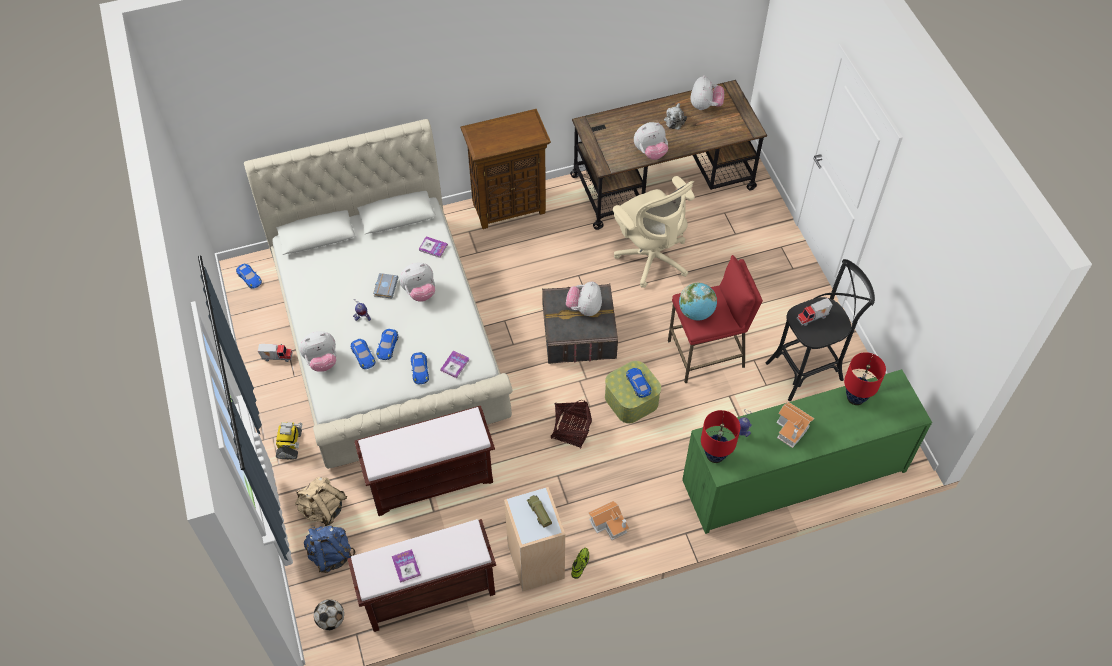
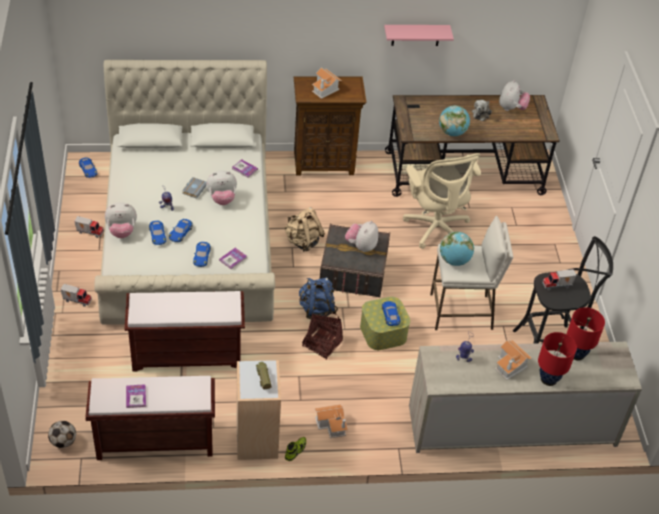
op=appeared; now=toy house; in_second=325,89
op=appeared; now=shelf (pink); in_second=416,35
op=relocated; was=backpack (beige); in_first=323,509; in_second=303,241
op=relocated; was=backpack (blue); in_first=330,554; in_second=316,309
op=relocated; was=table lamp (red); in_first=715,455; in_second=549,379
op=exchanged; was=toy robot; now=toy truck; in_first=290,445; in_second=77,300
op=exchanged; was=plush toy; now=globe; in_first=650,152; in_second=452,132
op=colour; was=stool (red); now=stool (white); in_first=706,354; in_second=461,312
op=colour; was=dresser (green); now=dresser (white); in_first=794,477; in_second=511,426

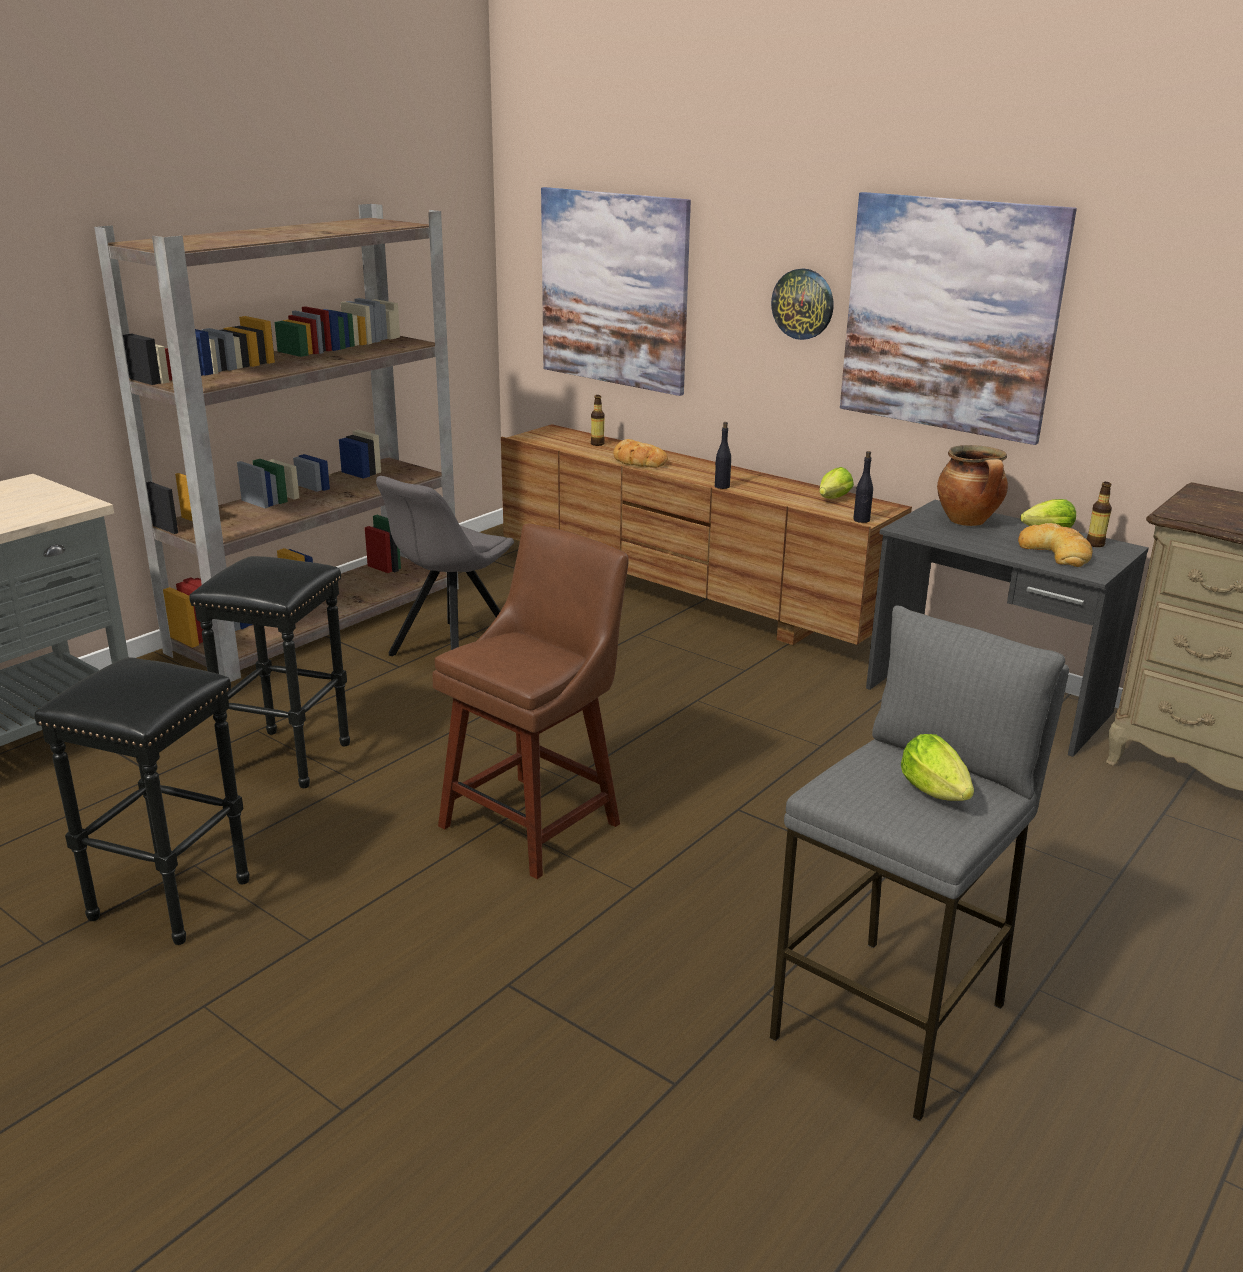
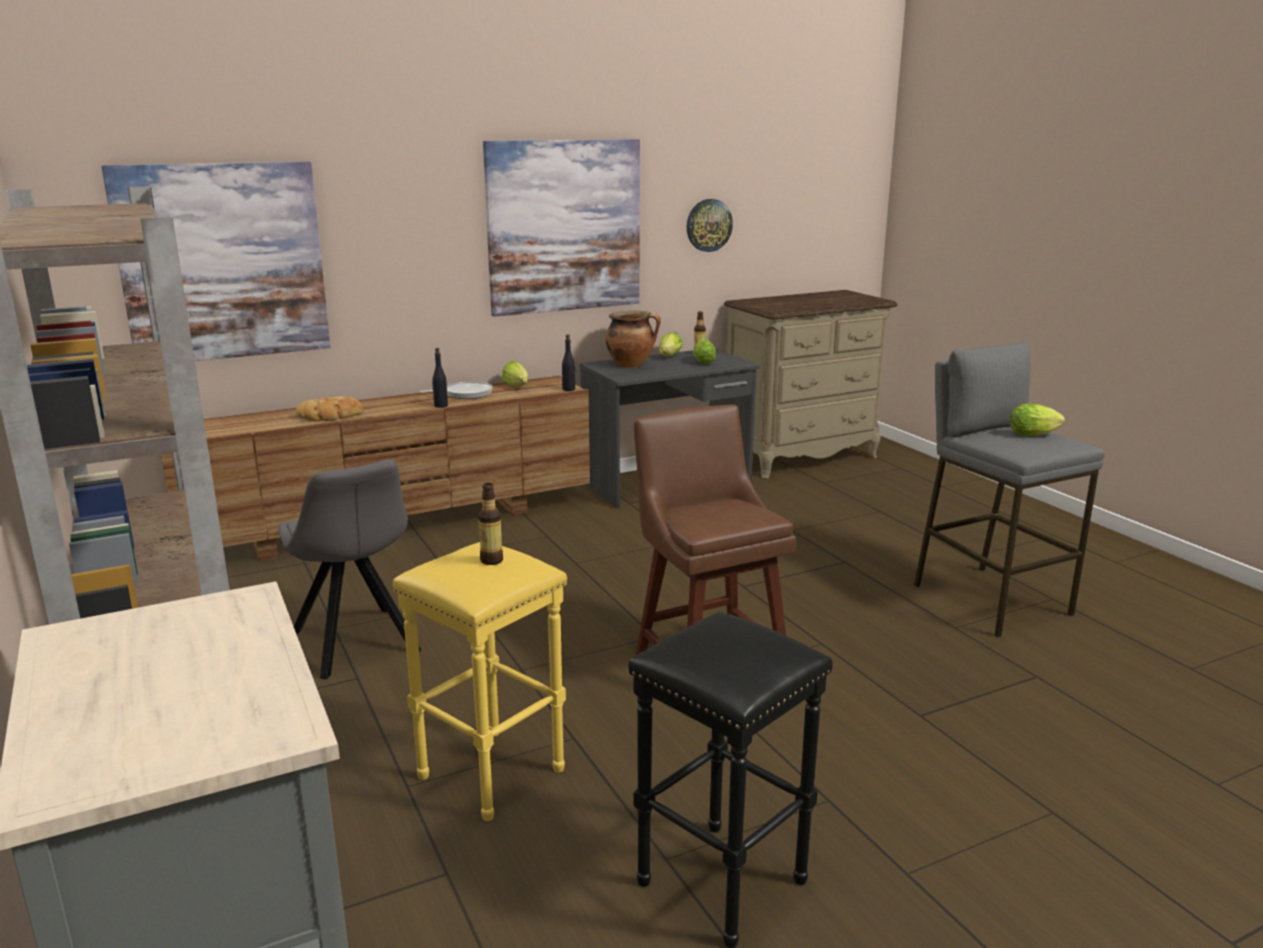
op=appeared; now=frying pan; in_second=465,394
op=relocated; was=bottle; in_first=597,444; in_second=491,560
op=relocated; was=wall clock; in_first=803,304; in_second=708,225
op=exchanged; was=bread; now=lettuce; in_first=1056,552; in_second=703,362
op=colour; was=stool (black); now=stool (yellow); in_first=288,759; in_second=495,772

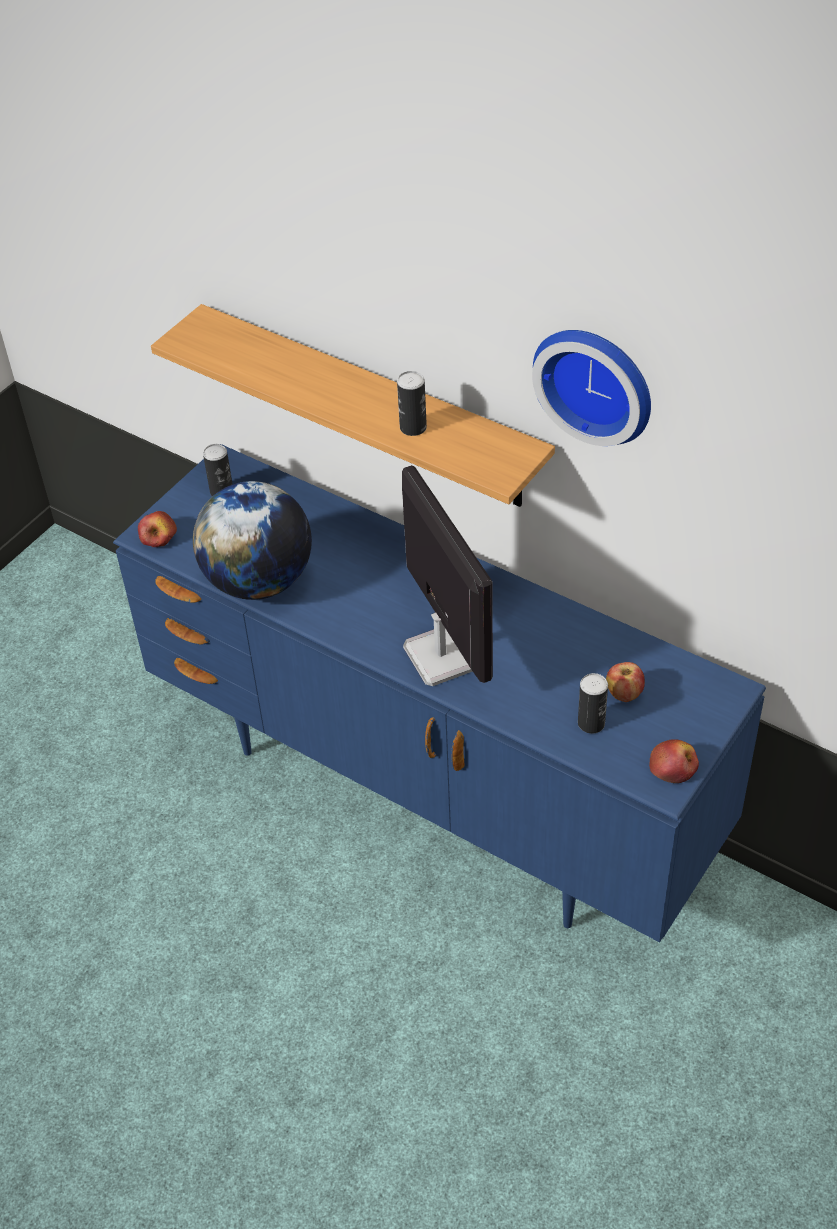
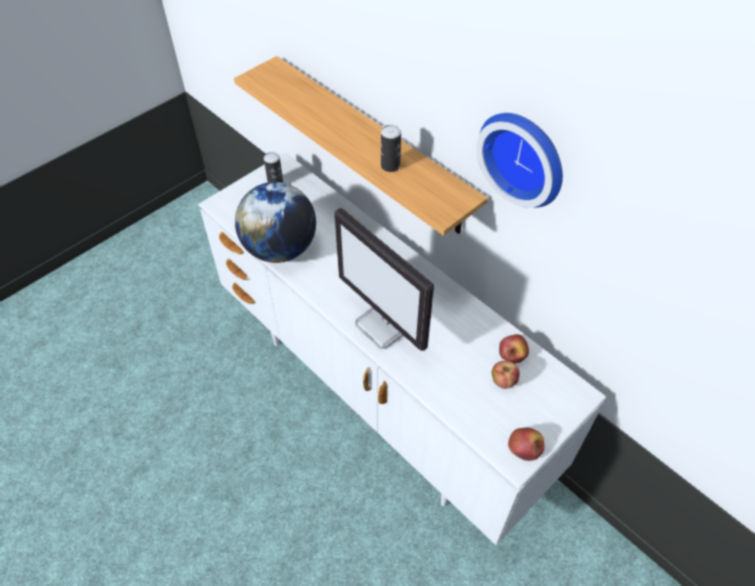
op=missing; was=can; in_first=591,723
op=relocated; was=apple; in_first=159,537; in_second=512,352
op=colour; was=dresser (blue); now=dresser (white); in_first=430,796; in_second=379,396
op=spun; was=monitor; in_first=442,654; in_second=385,325; clockwise=150

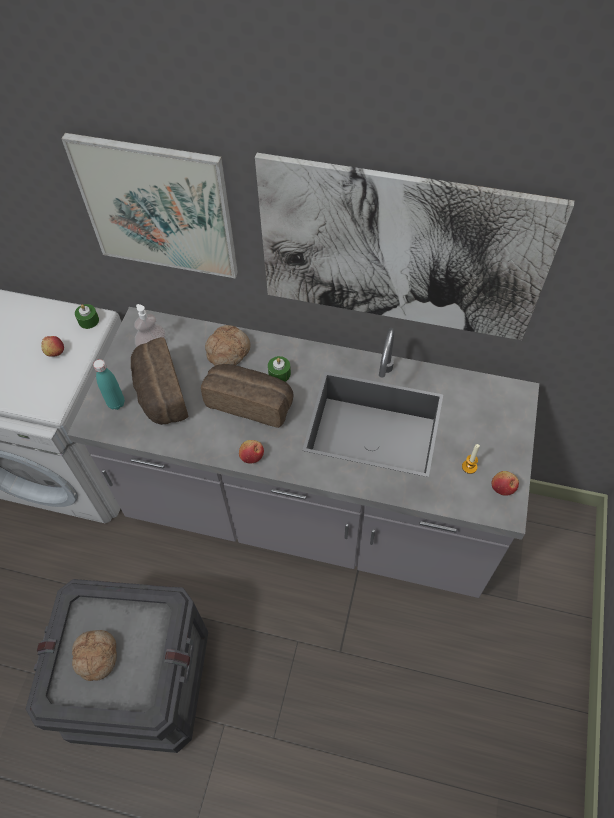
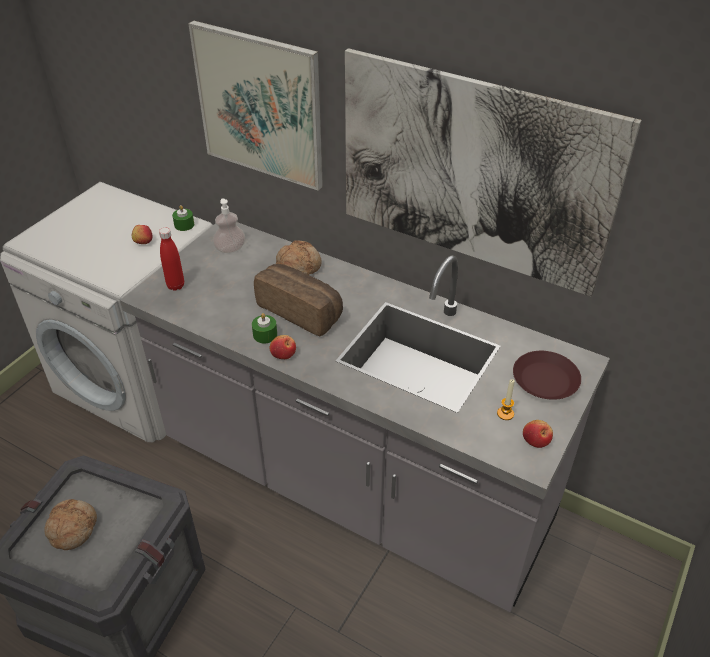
op=missing; was=bread; in_first=159,393
op=appeared; now=plate (brown); in_second=545,380
op=relocated; was=candle (green); in_first=279,373; in_second=265,335
op=colour; was=bottle (turquoise); now=bottle (red); in_first=116,403; in_second=176,285

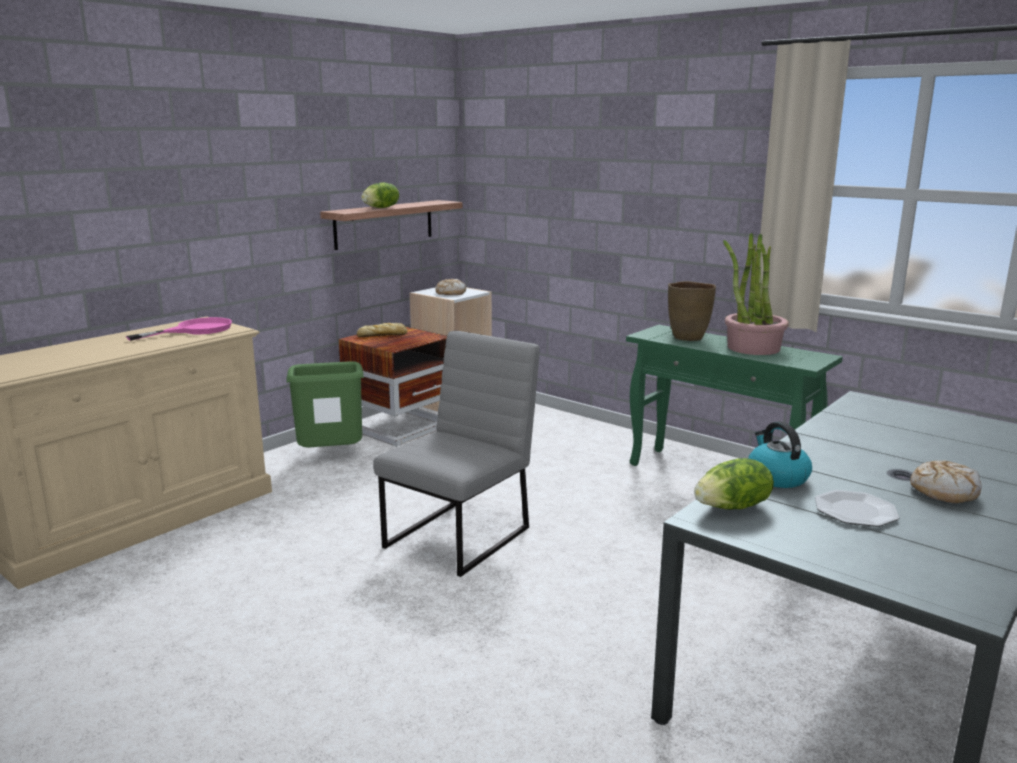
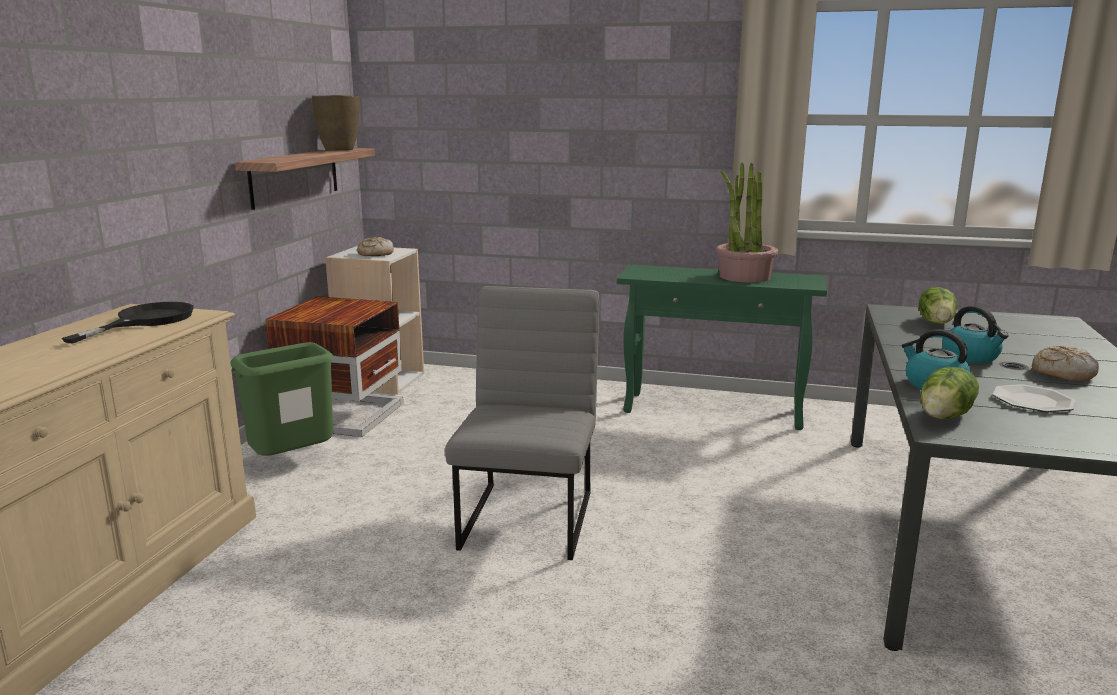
op=missing; was=bread; in_first=383,335
op=appeared; now=kettle; in_second=971,357
op=relocated; was=lettuce; in_first=381,208; in_second=937,322
op=relocated; was=vase (brown); in_first=687,338; in_second=339,150
op=colour; was=frying pan (pink); now=frying pan (black); in_first=195,330; in_second=145,321

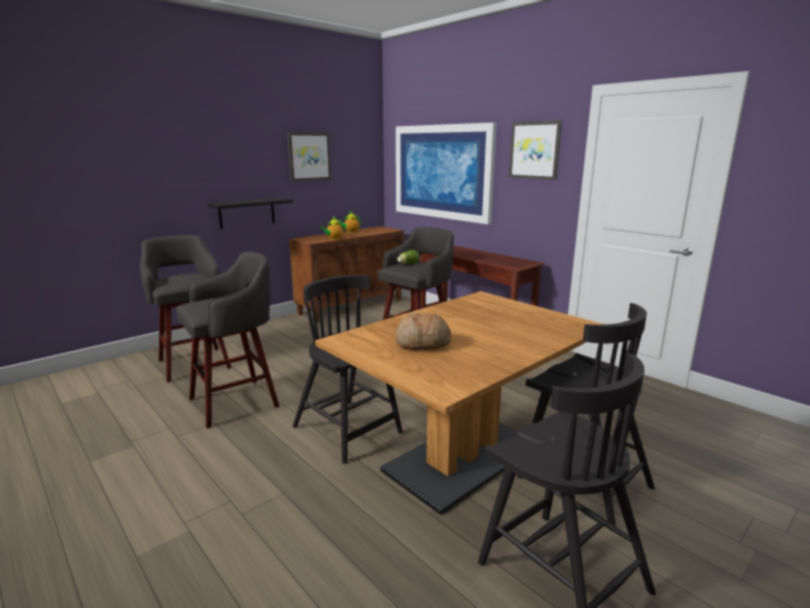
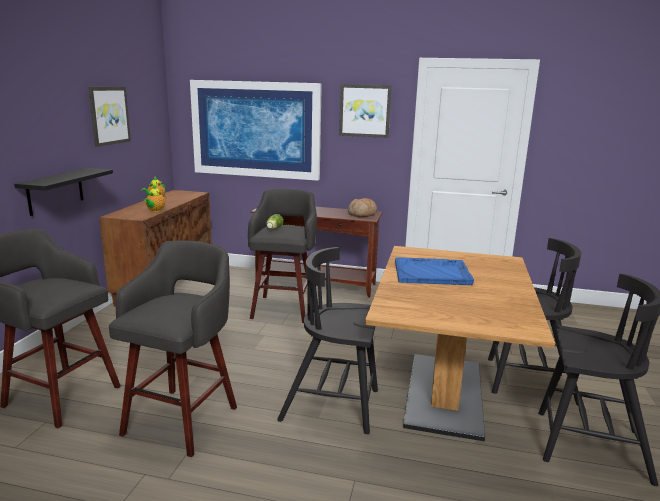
op=appeared; now=tray (blue); in_second=432,273
op=relocated; was=bread; in_first=422,343; in_second=362,214

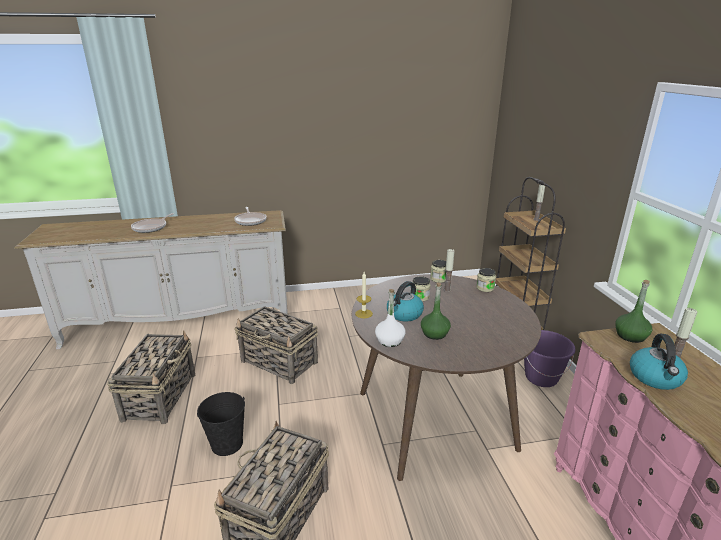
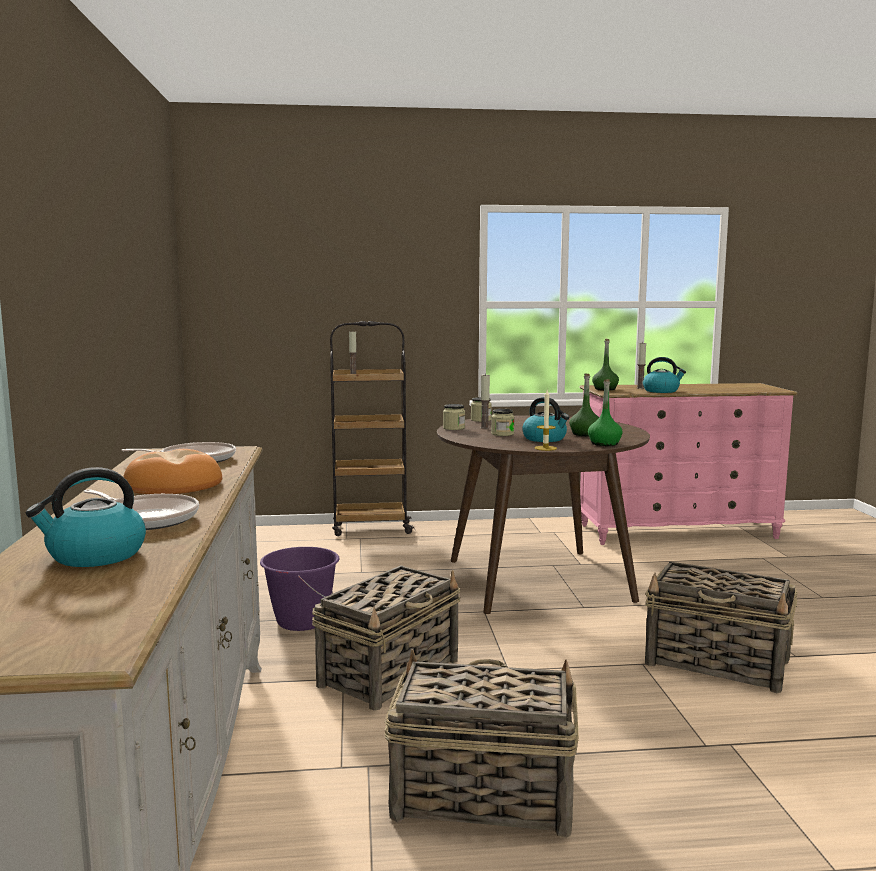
op=missing; was=bucket (black); in_first=227,444
op=appeared; now=kettle; in_second=95,555
op=appeared; now=bread; in_second=174,485
op=relocated; was=bucket (purple); in_first=541,377; in_second=301,621
op=colour; was=bottle (white); now=bottle (green); in_first=390,340; in_second=604,443

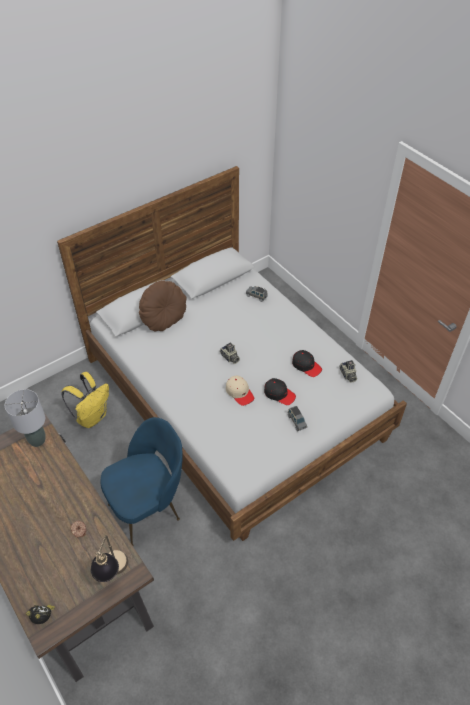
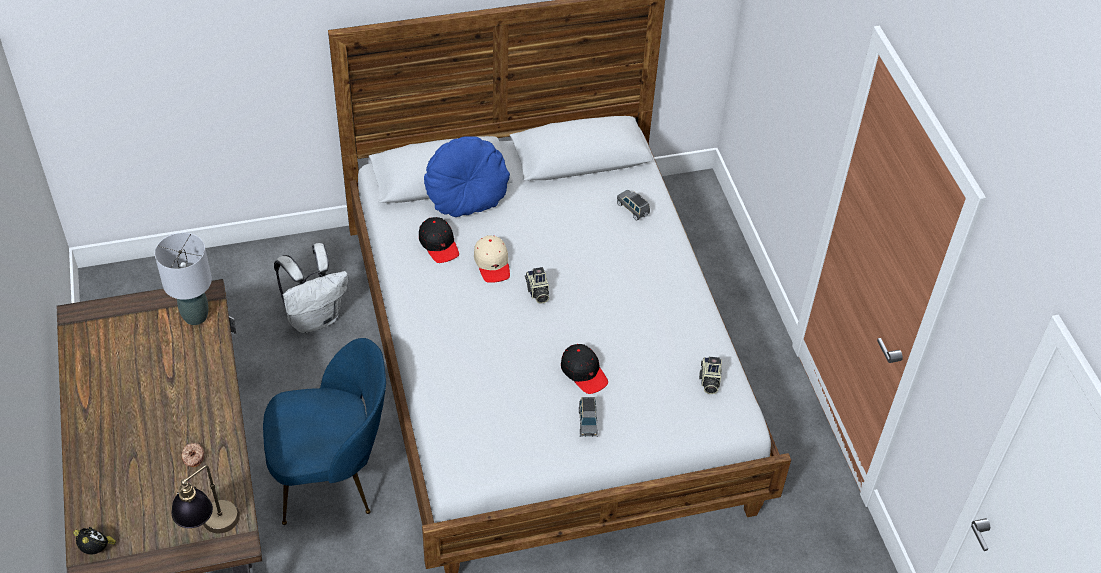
op=relocated; was=cap (beige); in_first=239,392; in_second=492,263
op=relocated; was=cap (black); in_first=306,366; in_second=439,244
op=colour; was=backpack (yellow); now=backpack (white); in_first=92,416; in_second=315,318
op=colour; was=pillow (brown); now=pillow (blue); in_first=164,321; in_second=467,203

